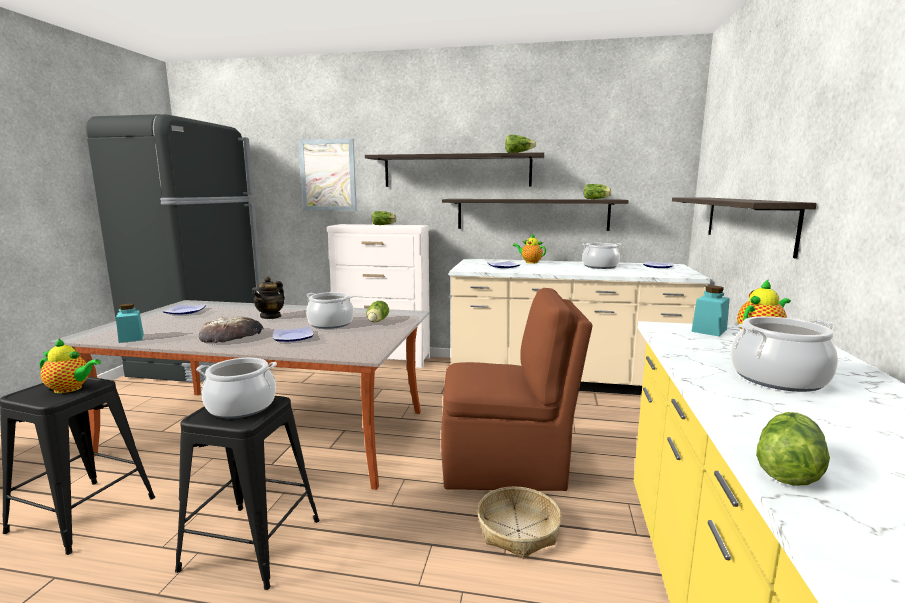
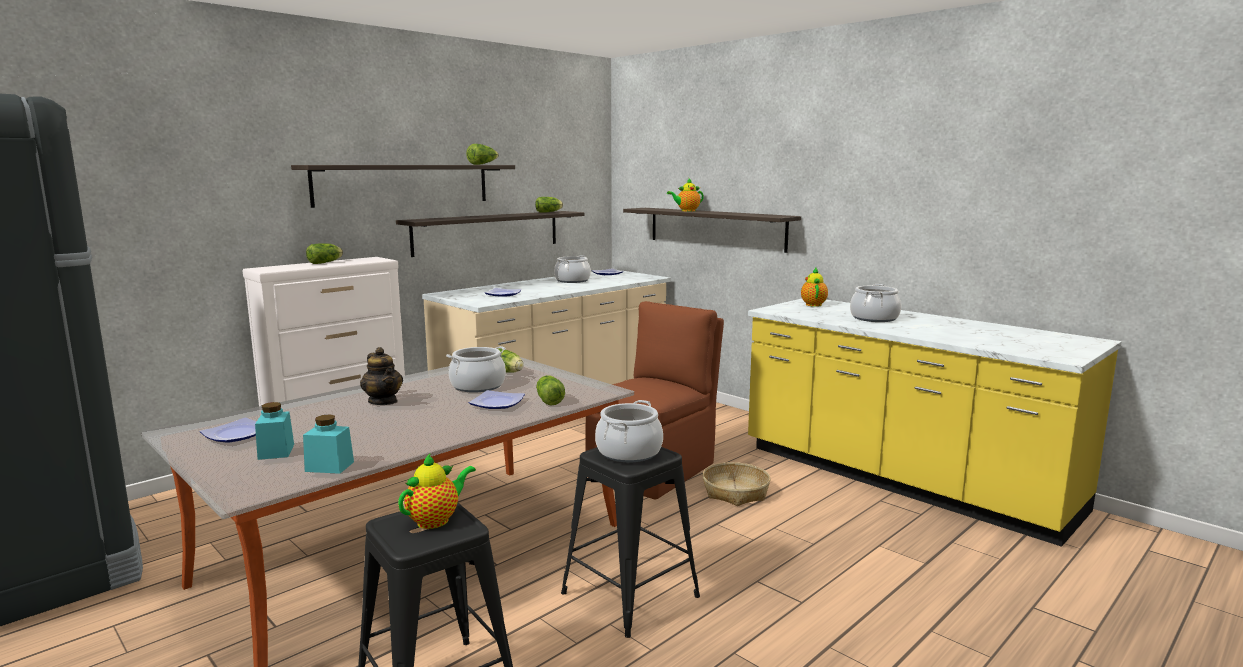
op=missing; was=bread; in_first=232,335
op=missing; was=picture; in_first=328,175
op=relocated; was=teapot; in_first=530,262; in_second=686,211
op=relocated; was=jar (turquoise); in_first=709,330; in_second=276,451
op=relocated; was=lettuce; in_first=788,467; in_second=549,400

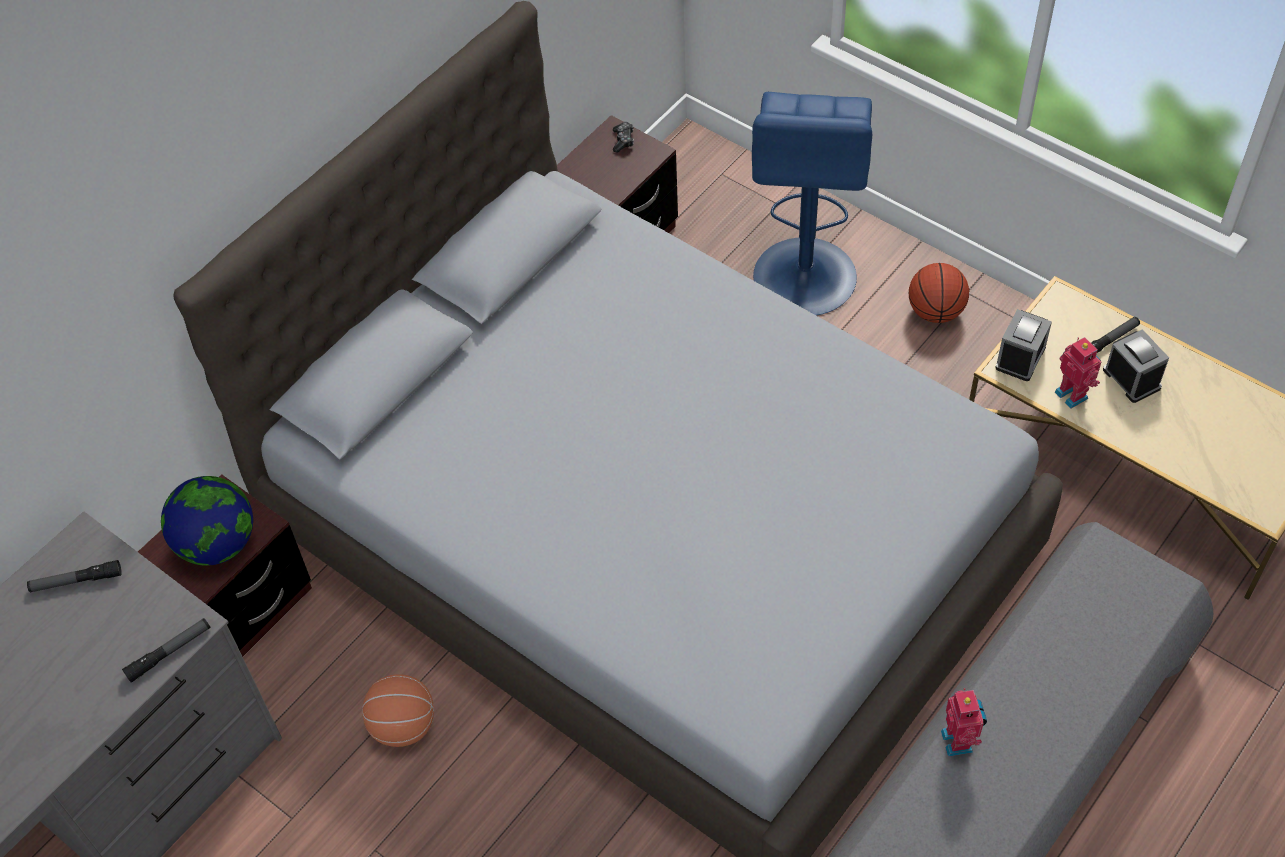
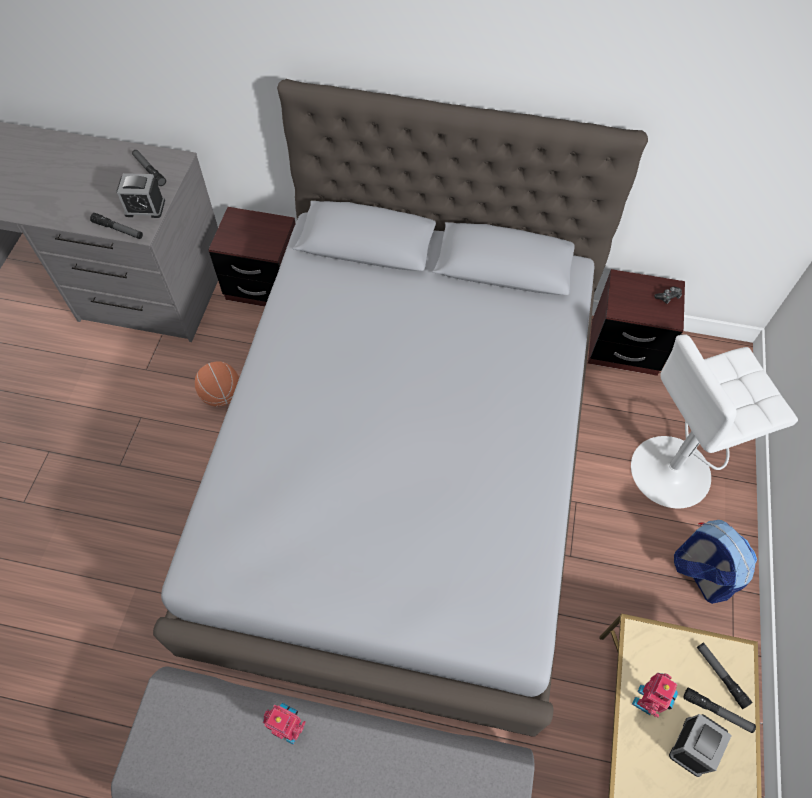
op=missing; was=globe; in_first=218,544
op=appeared; now=flashlight; in_second=721,675
op=relocated; was=alarm clock; in_first=1020,357; in_second=145,207
op=exchanged; was=basketball; now=backpack; in_first=935,312; in_second=699,573
op=colour; was=stool (blue); now=stool (white); in_first=803,277; in_second=669,471
op=spun; was=toy robot; in_first=959,741; in_second=289,727; clockwise=-120

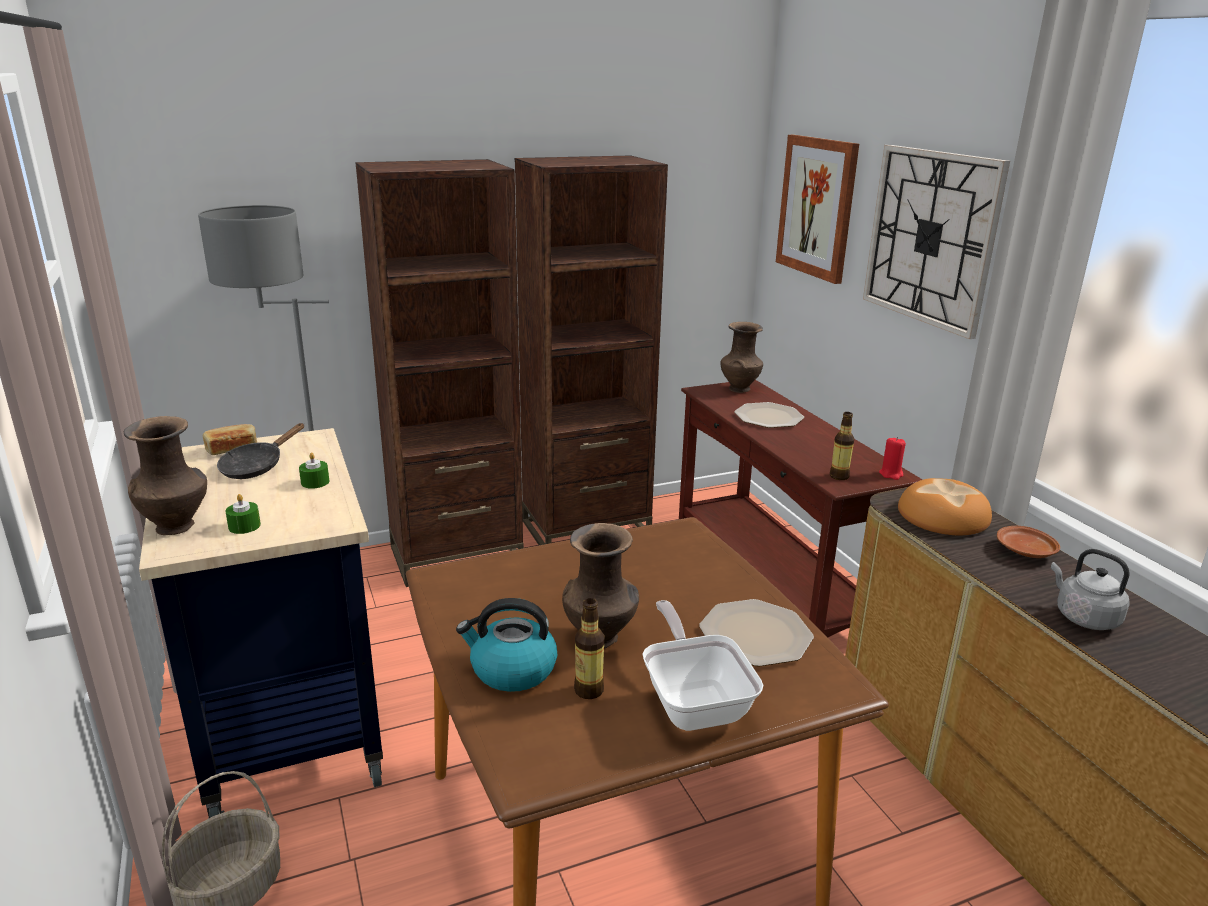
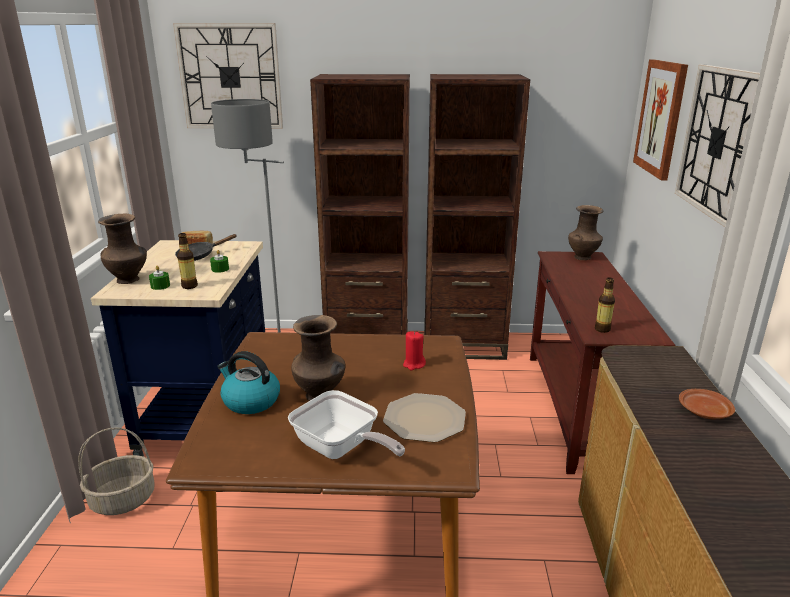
op=missing; was=plate; in_first=769,417
op=missing; was=bread; in_first=943,515
op=missing; was=kettle (grey); in_first=1083,617
op=appeared; now=wall clock; in_second=230,77
op=relocated; was=bottle; in_first=589,690; in_second=189,286
op=relocated; was=candle (red); in_first=891,474; in_second=414,364
op=spun; was=frying pan; in_first=694,701; in_second=341,449; clockwise=120

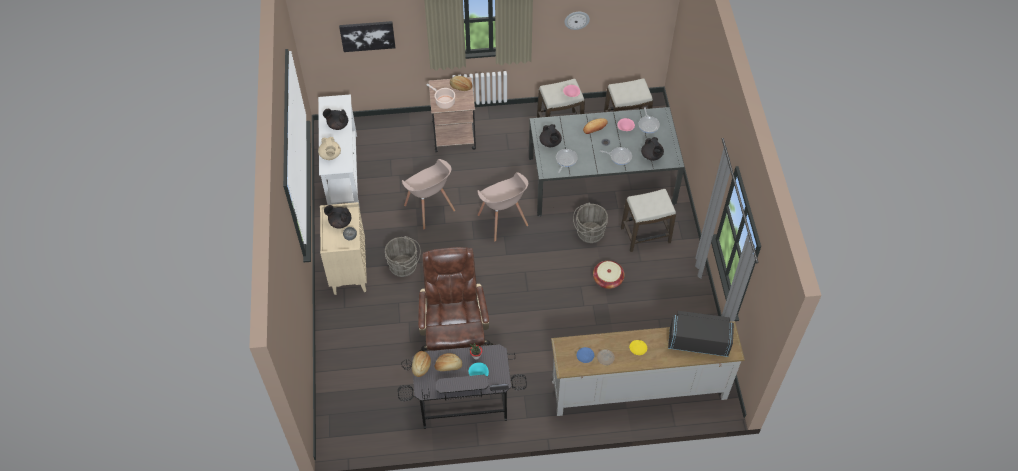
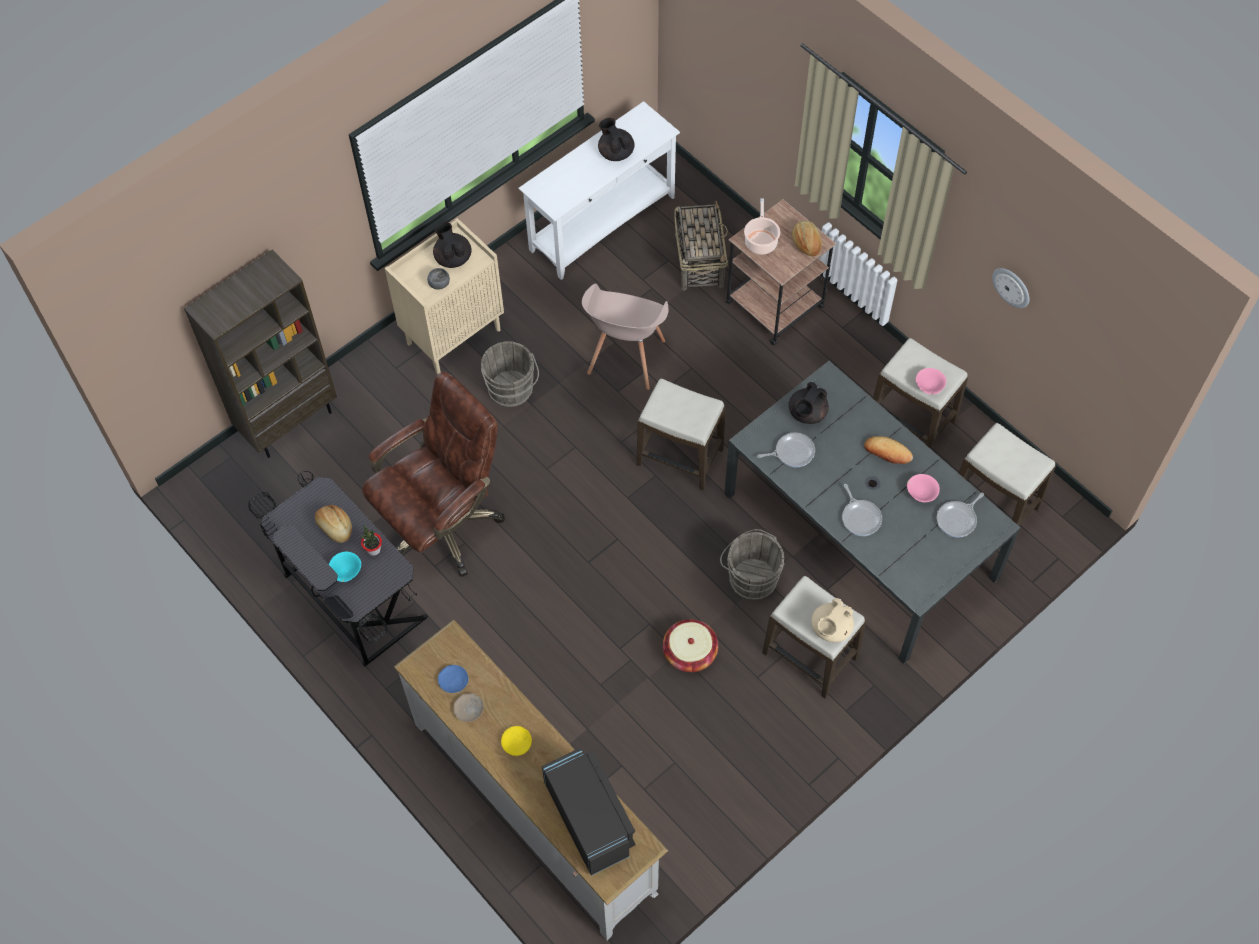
op=missing; was=picture; in_first=367,35
op=missing; was=bread; in_first=421,366
op=missing; was=teapot (black); in_first=652,156
op=appeared; now=bookcase (brown); in_second=289,422
op=appeared; now=basket; in_second=699,259
op=relocated; was=teapot (beige); in_first=330,155; in_second=830,629
op=exchanged; was=chair (beige); now=stool; in_first=502,221; in_second=679,457

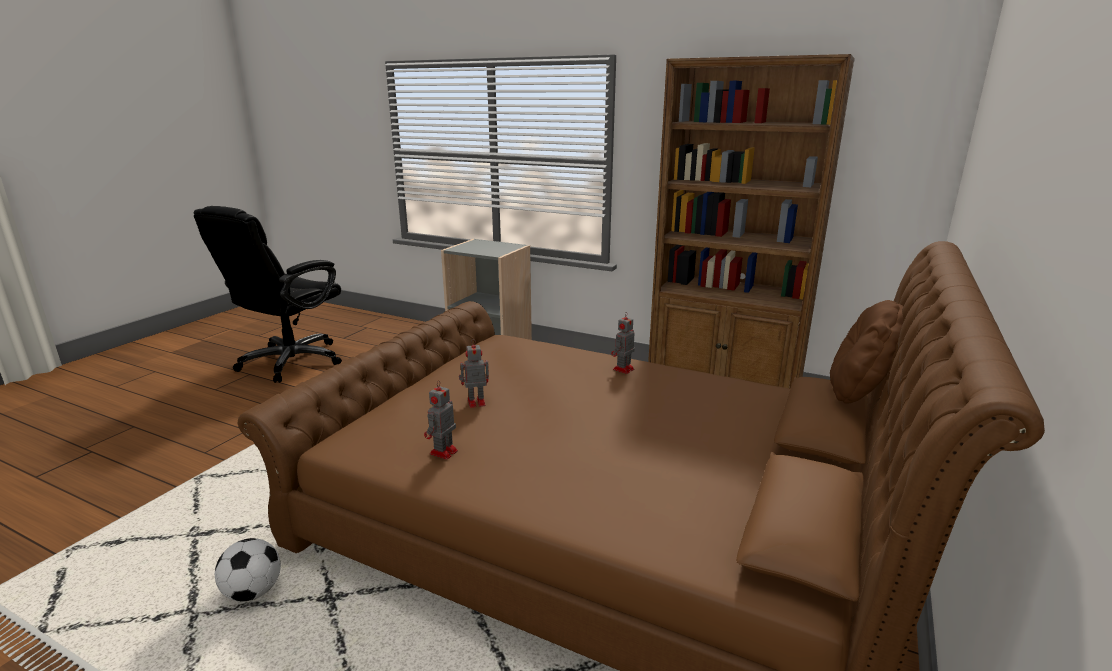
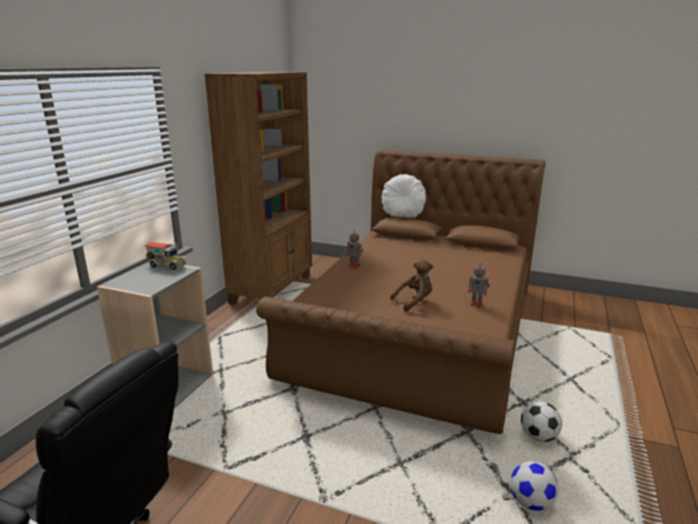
op=appeared; now=toy truck; in_second=166,266
op=appeared; now=football; in_second=530,502
op=exchanged; was=toy robot; now=plush toy (brown); in_first=475,402; in_second=414,302
op=colour; was=pillow (brown); now=pillow (white); in_first=858,395; in_second=403,216

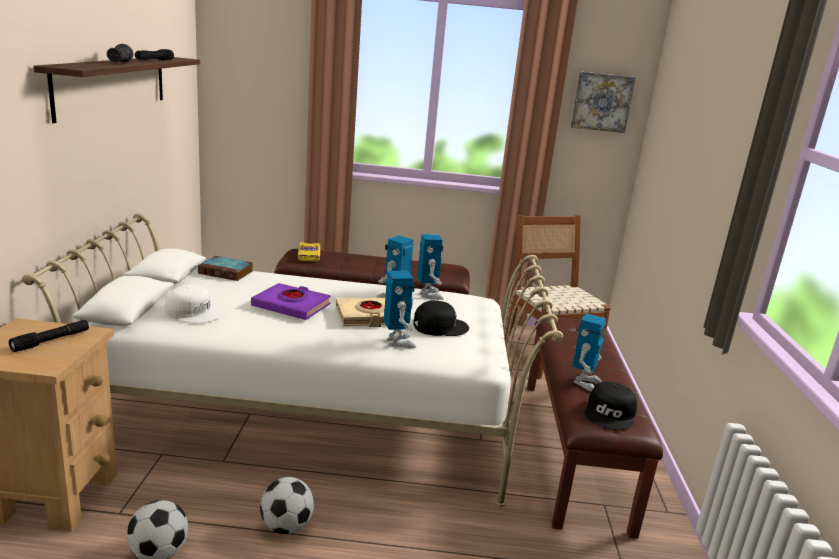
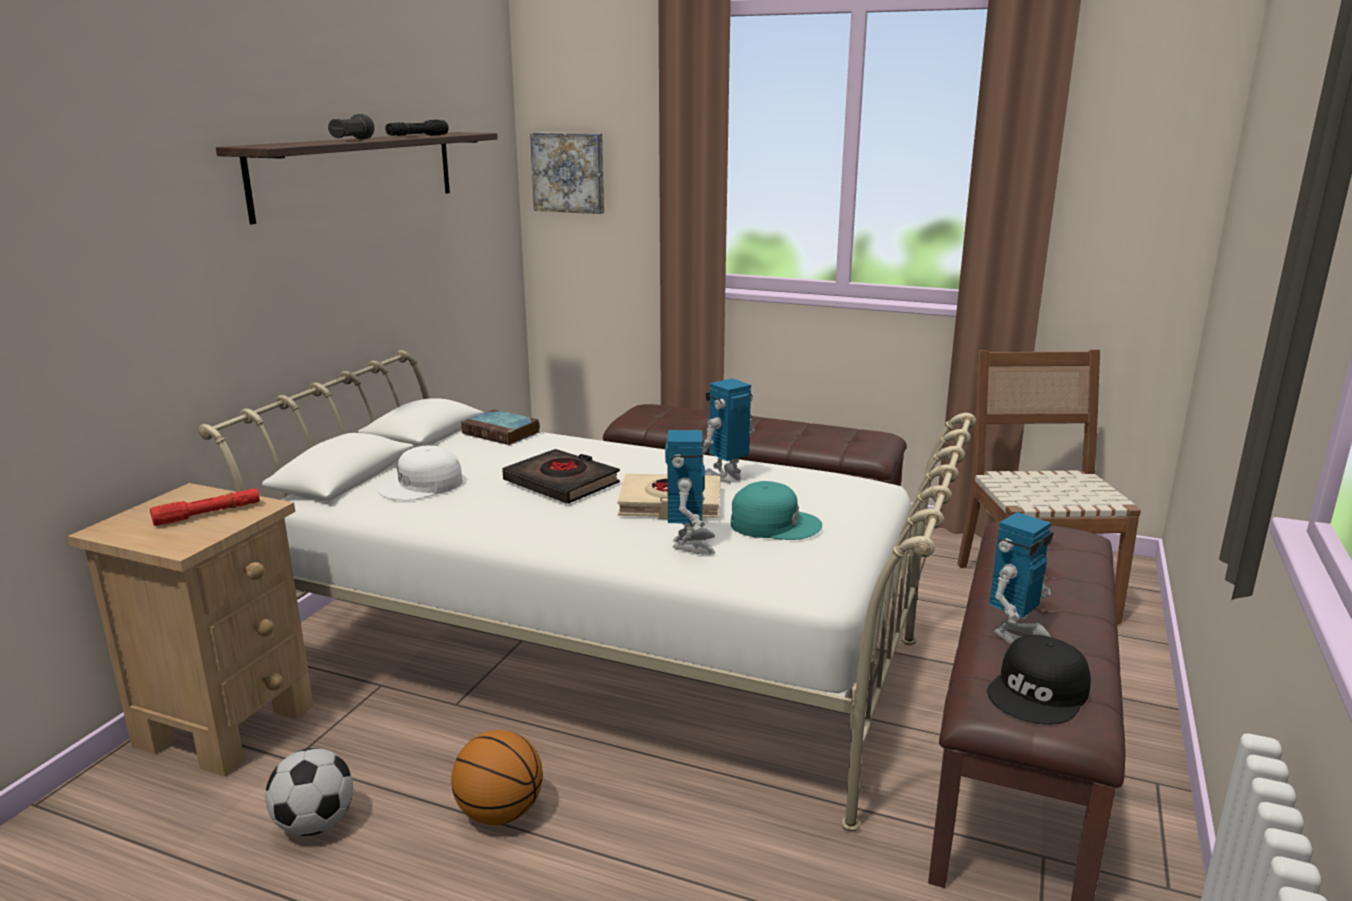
op=missing; was=toy car (yellow); in_first=310,256
op=missing; was=toy robot; in_first=429,295
op=relocated; was=picture; in_first=601,102; in_second=569,172
op=exchanged; was=football; now=basketball; in_first=286,526; in_second=500,812
op=colour; was=flashlight (black); now=flashlight (red); in_first=51,341; in_second=208,514
op=colour; was=book (purple); now=book (black); in_first=291,306; in_second=562,483
op=colour; was=cap (black); now=cap (turquoise); in_first=440,326; in_second=774,523
op=spun; was=cap (white); in_first=194,312; in_second=422,486; clockwise=105

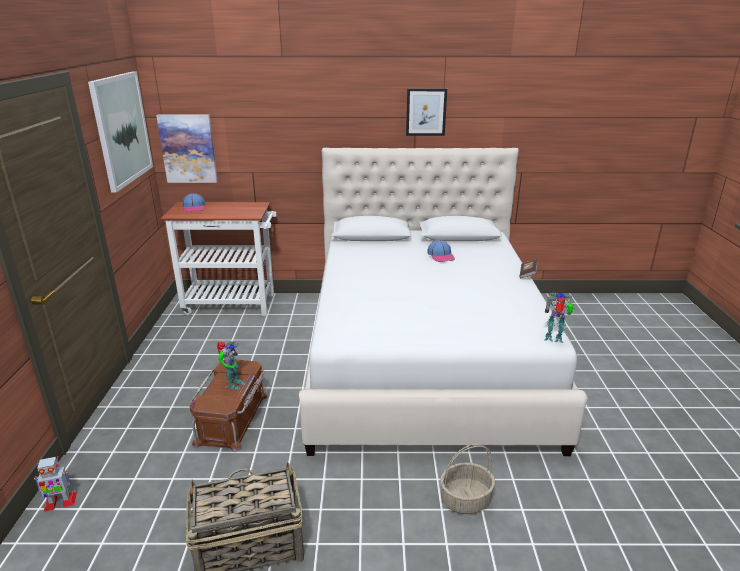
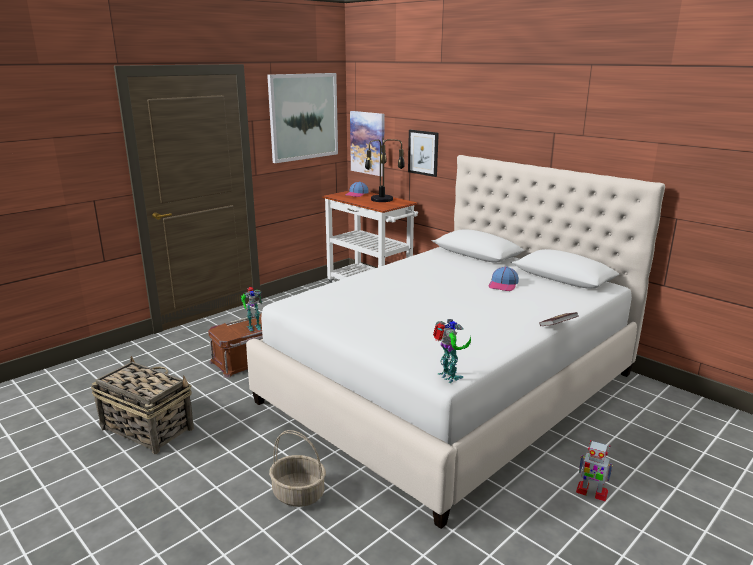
op=appeared; now=table lamp; in_second=382,199
op=relocated; was=toy robot; in_first=60,502; in_second=591,491
op=relocated; was=picture; in_first=426,112; in_second=423,152

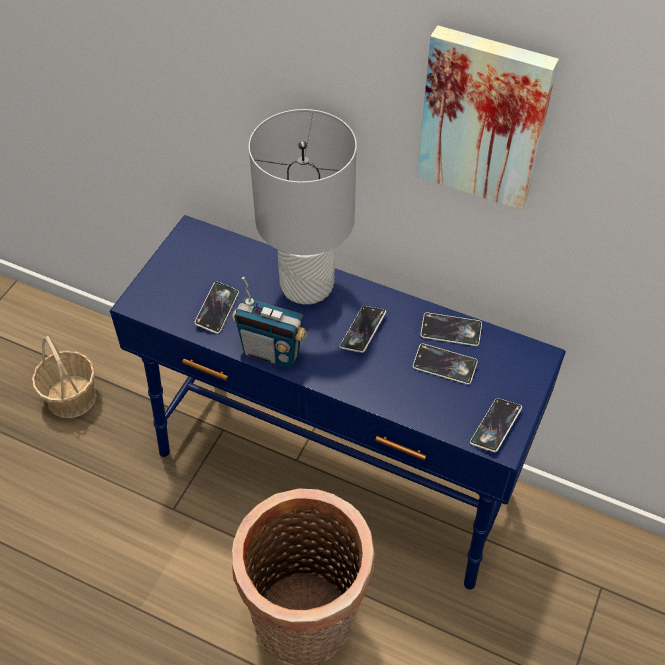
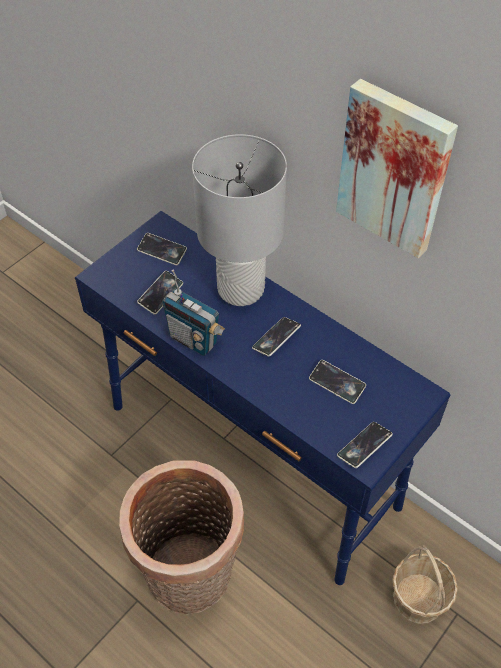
op=relocated; was=basket; in_first=72,397; in_second=418,598
op=relocated; was=phone; in_first=450,332; in_second=162,251

